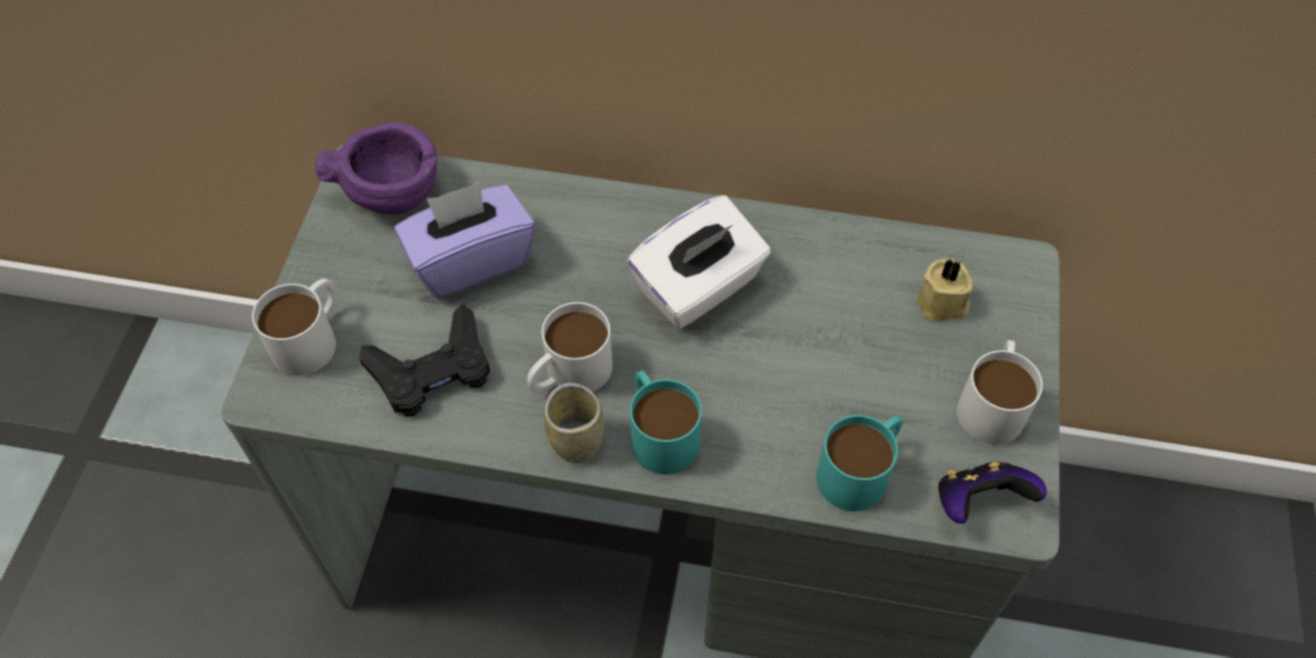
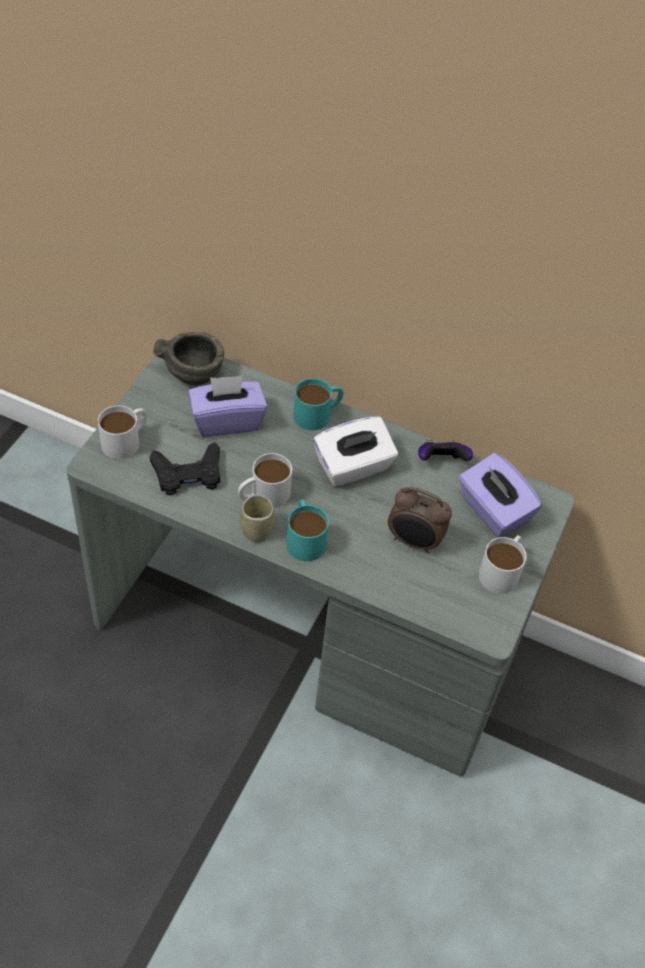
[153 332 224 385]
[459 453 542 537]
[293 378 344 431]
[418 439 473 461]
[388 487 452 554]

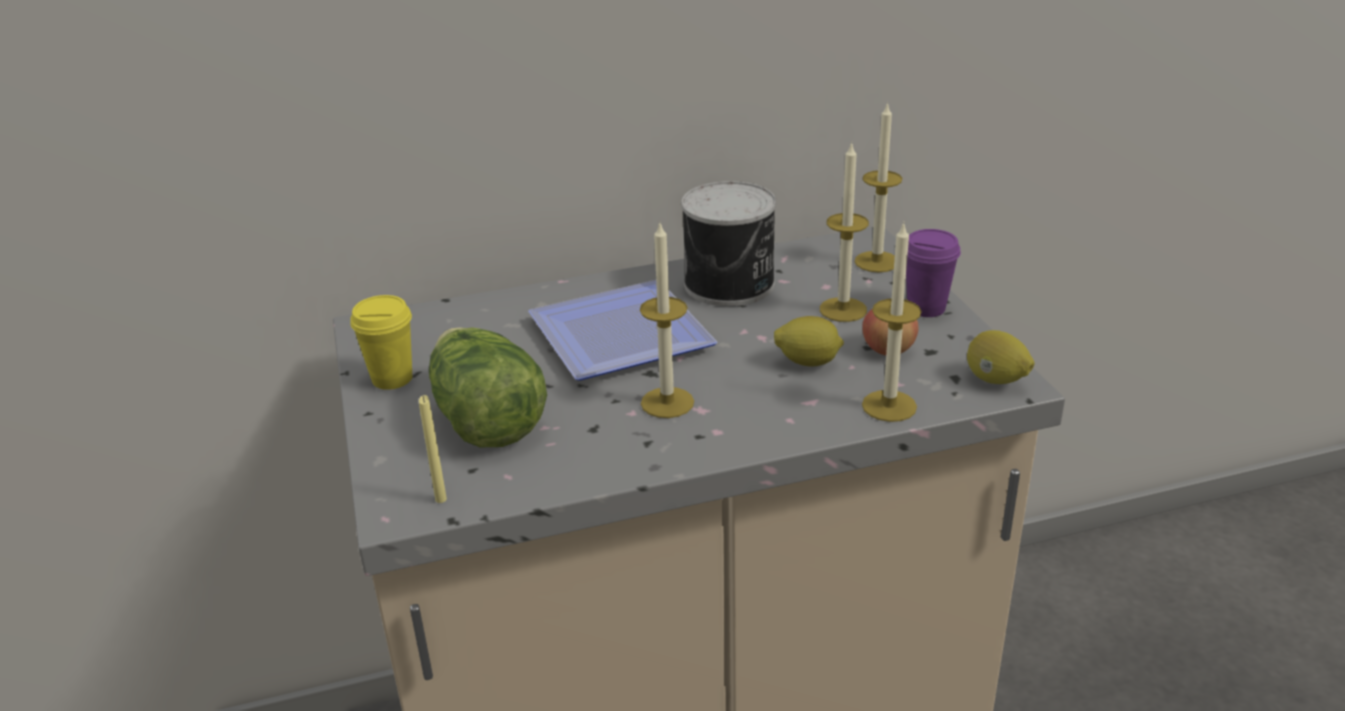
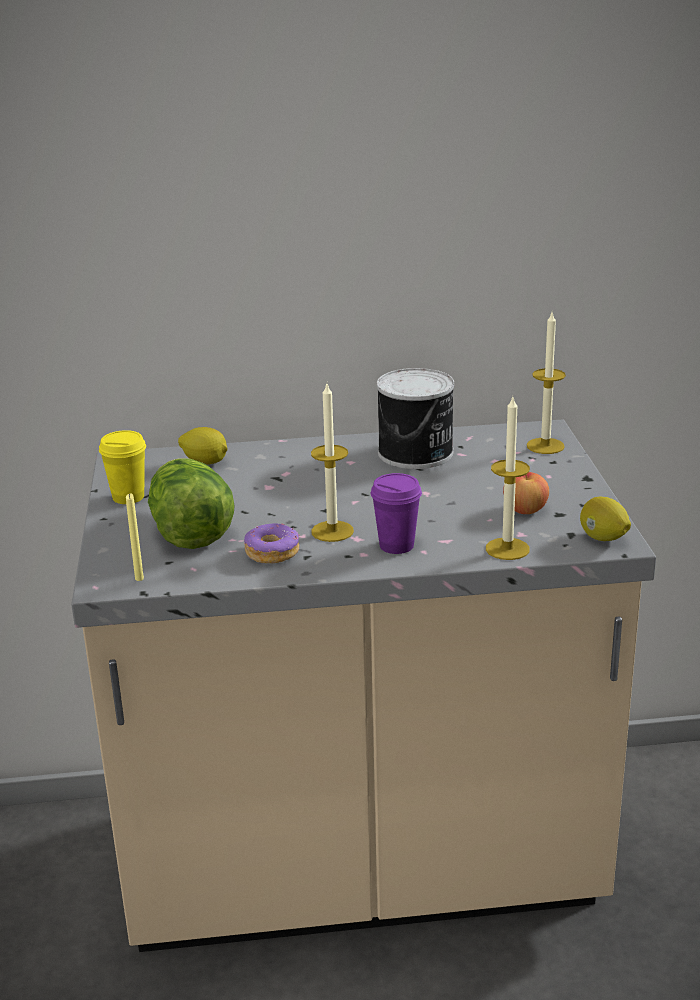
[820 142 869 322] (first image)
[371 473 422 554]
[528 280 717 381] (first image)
[178 427 228 465]
[244 523 300 563]

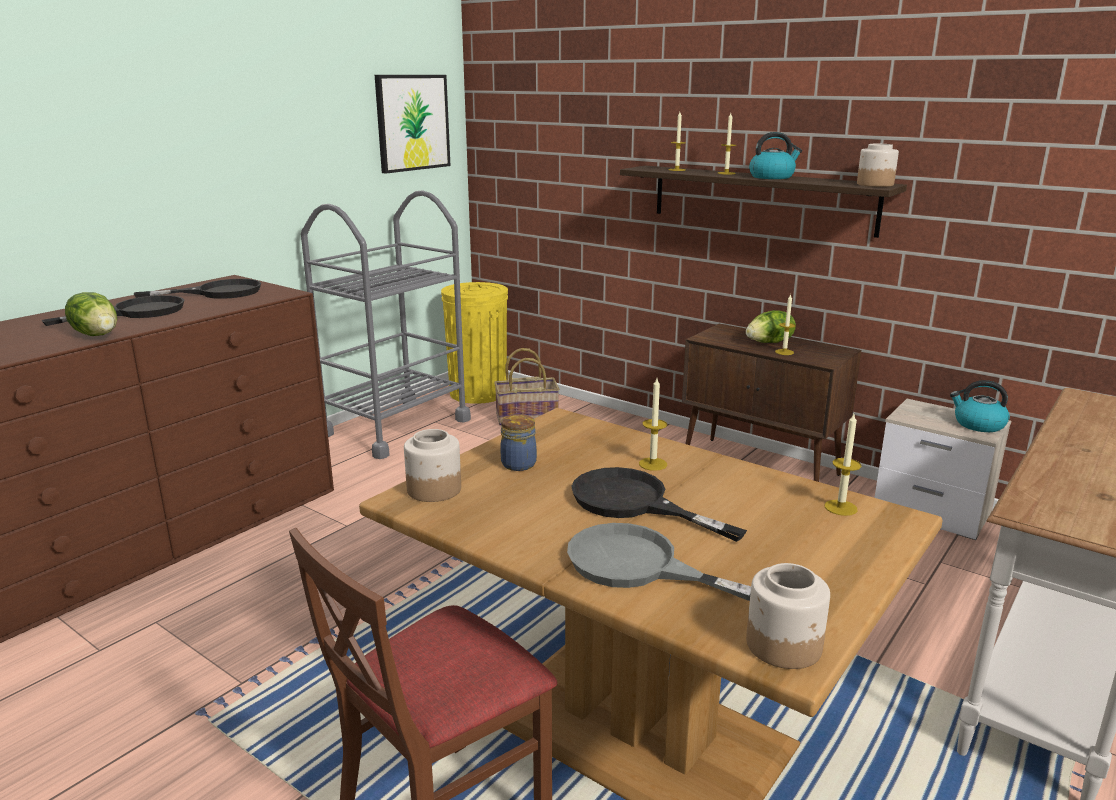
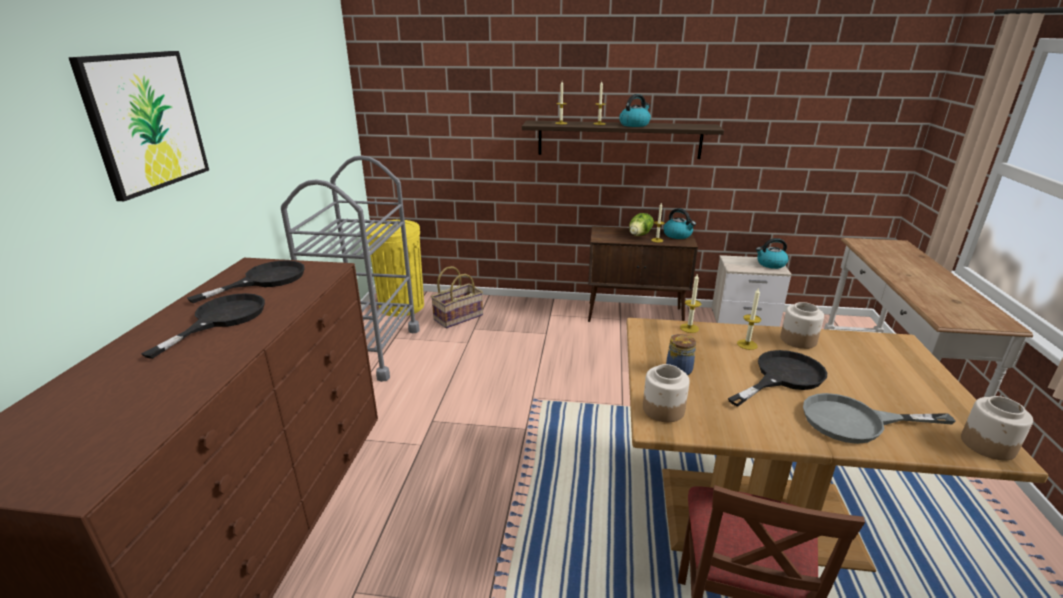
[68 51 209 201]
[780 302 824 349]
[65 292 117 336] (first image)
[680 274 701 333]
[728 350 827 407]
[664 208 696 239]

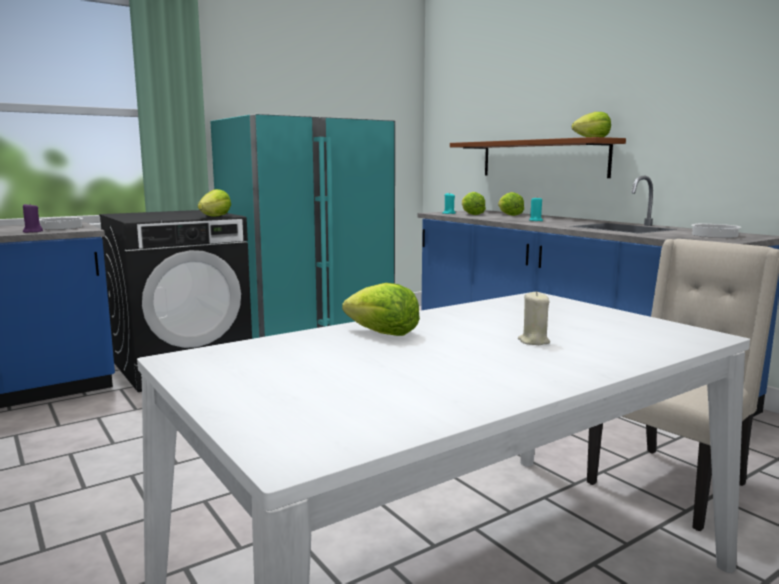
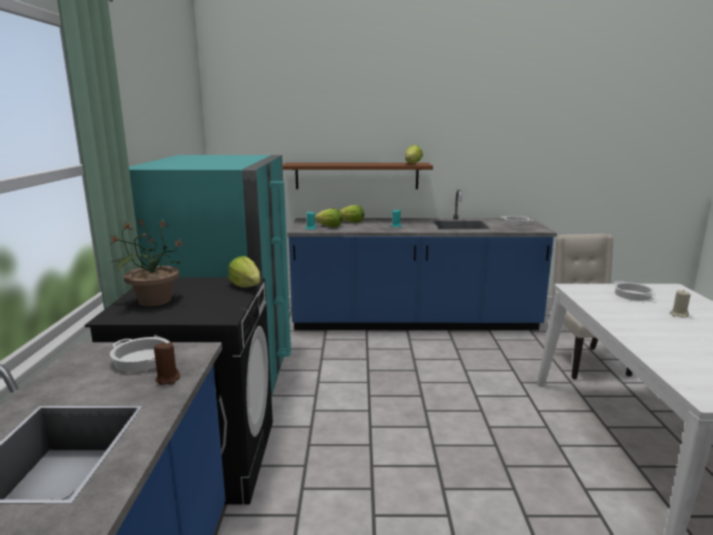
[154 342 180 385]
[342 283 420 336] (first image)
[110 218 184 306]
[614 281 656 301]

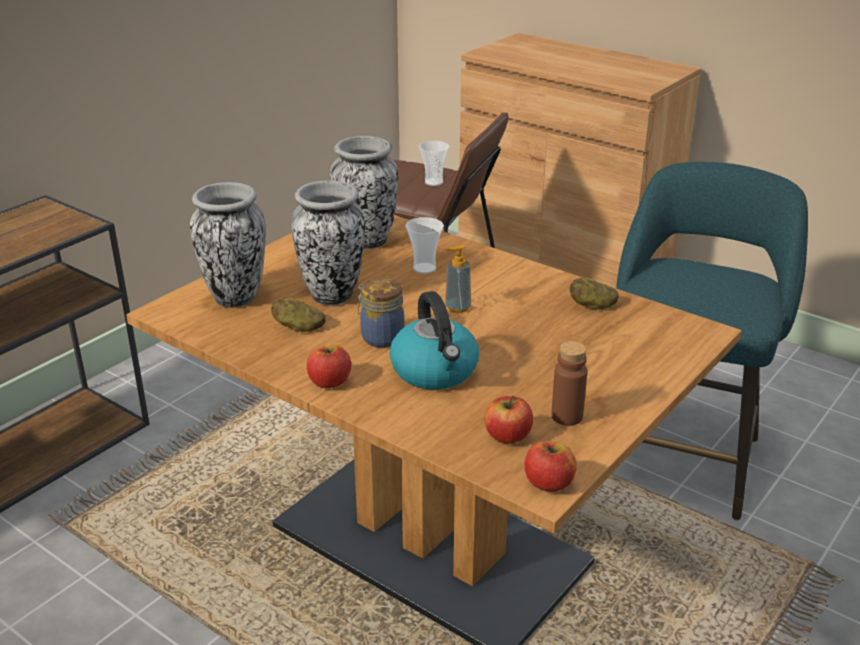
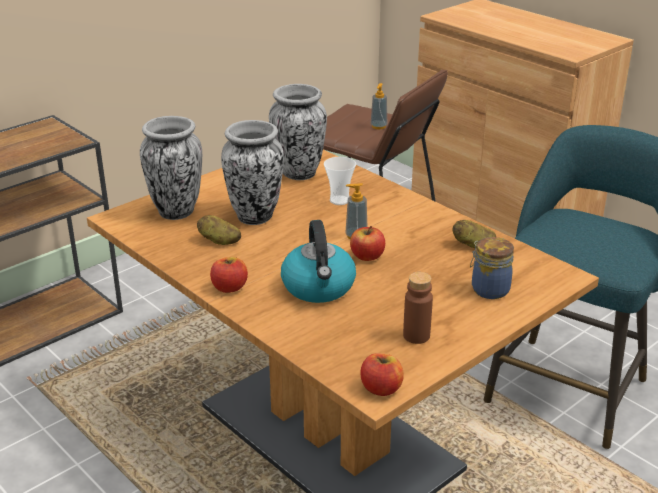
[370 83 387 129]
[470 237 514 299]
[350 226 385 261]

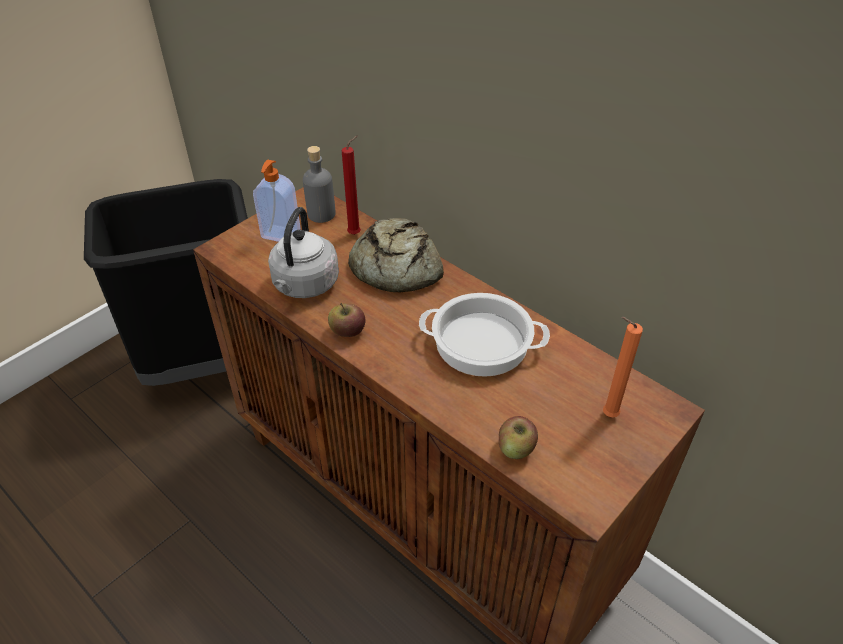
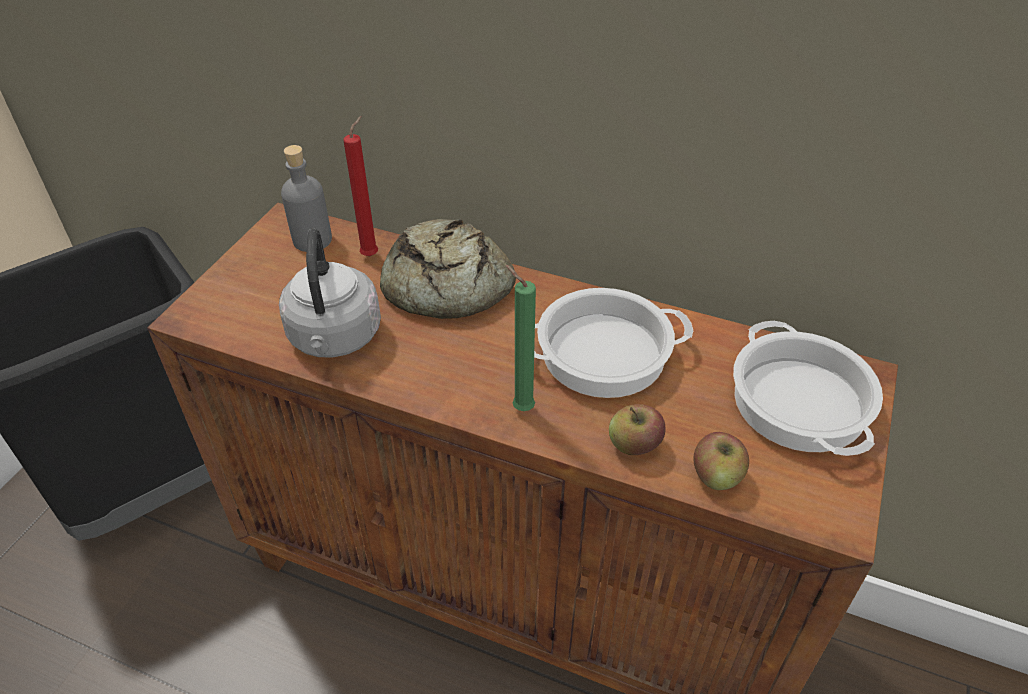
[253 160 301 242] (first image)
[609 404 665 455]
[733 321 883 456]
[505 265 536 411]

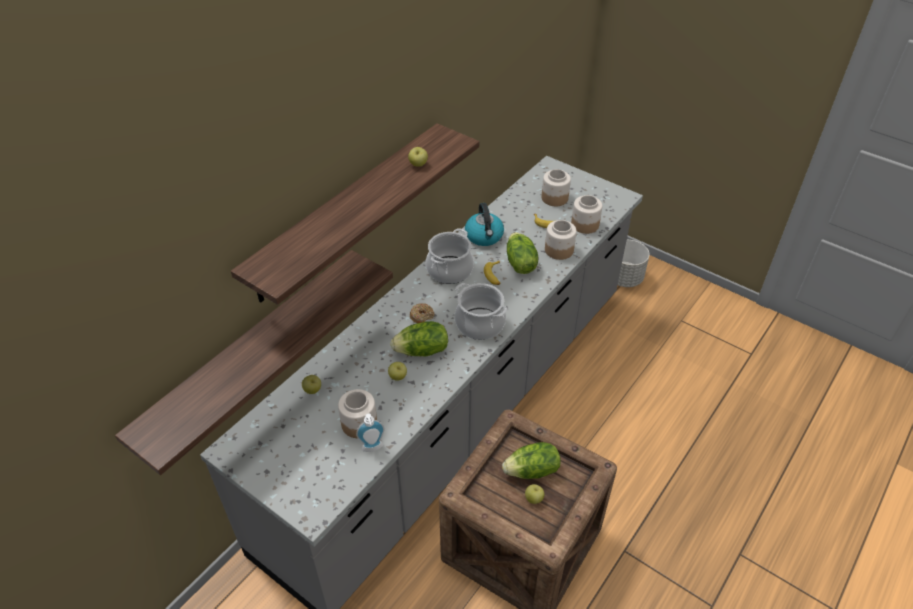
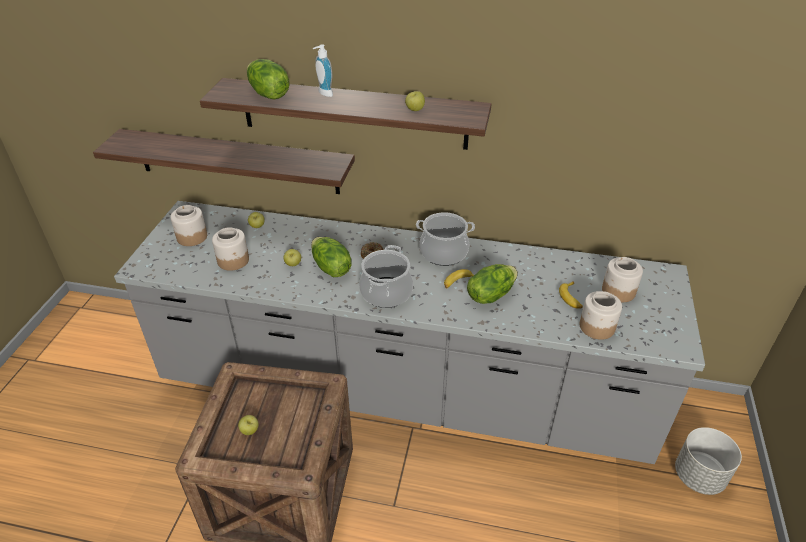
[465 203 504 246] (first image)
[170 205 207 246]
[313 44 333 97]
[247 59 290 100]

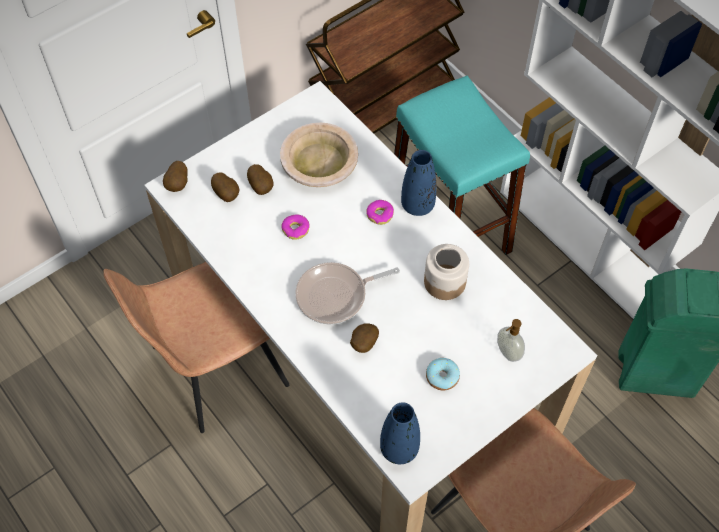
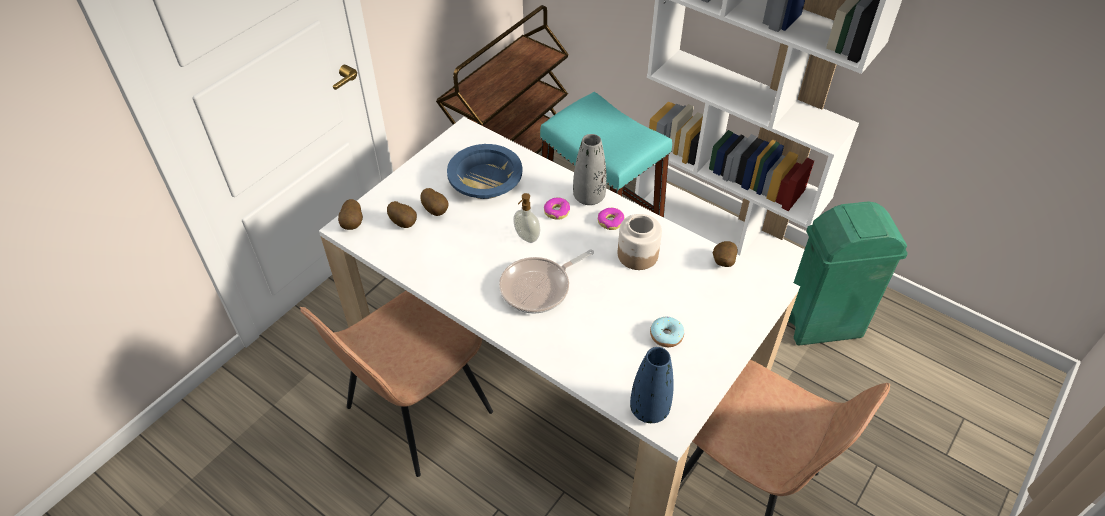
[447 144 523 199]
[573 134 607 205]
[598 208 624 230]
[513 193 540 243]
[713 241 738 267]

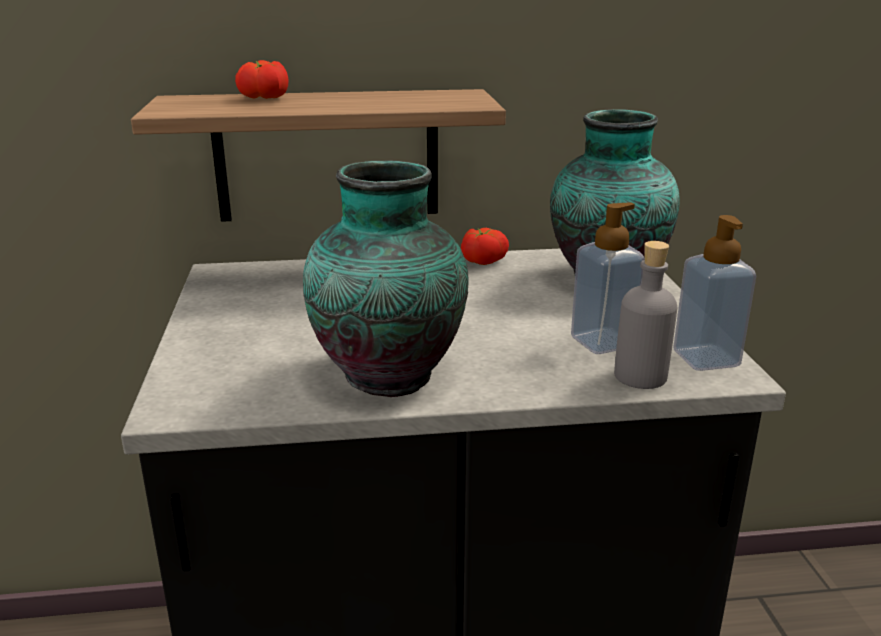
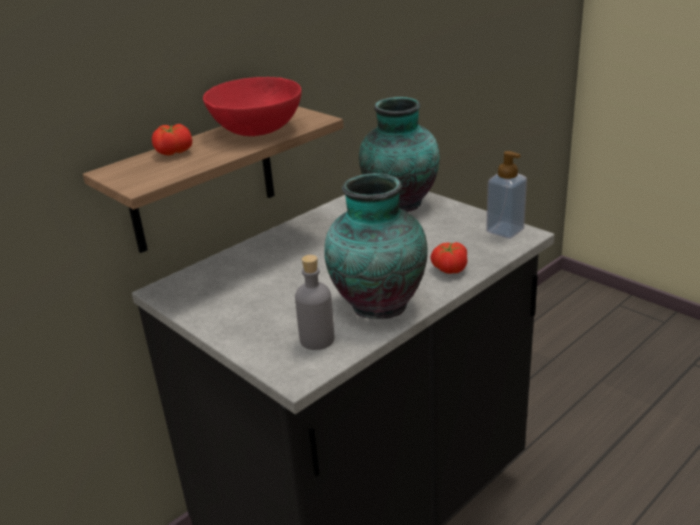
[571 202 645 354] (first image)
[430 242 468 274]
[295 255 335 350]
[203 77 302 136]

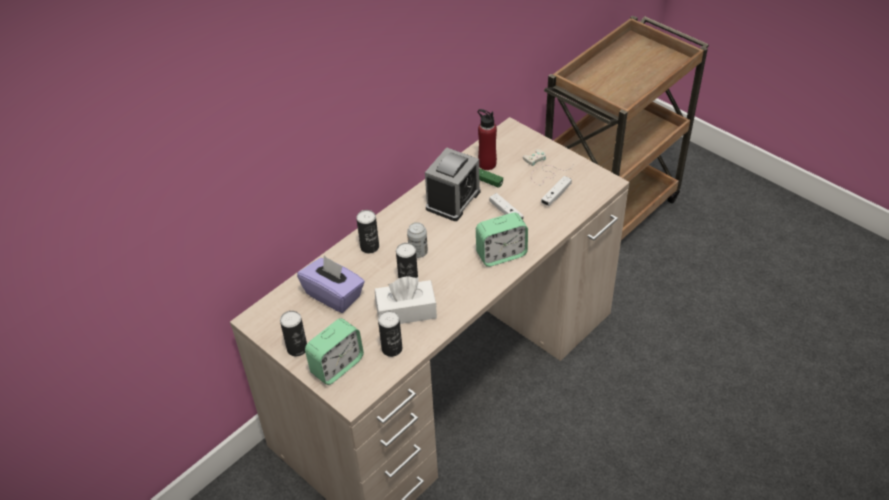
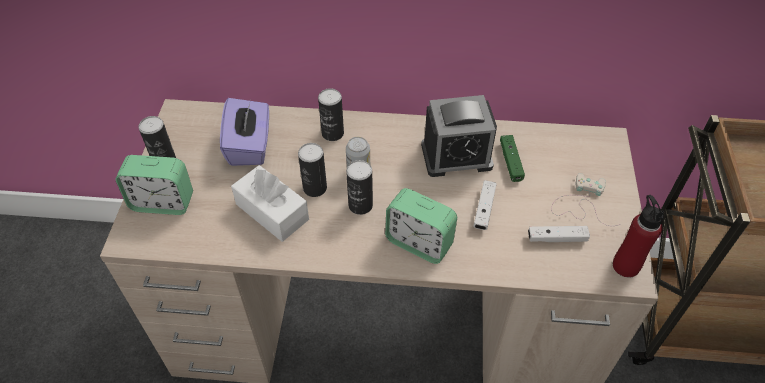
[613 195 664 278]
[346 160 373 215]

